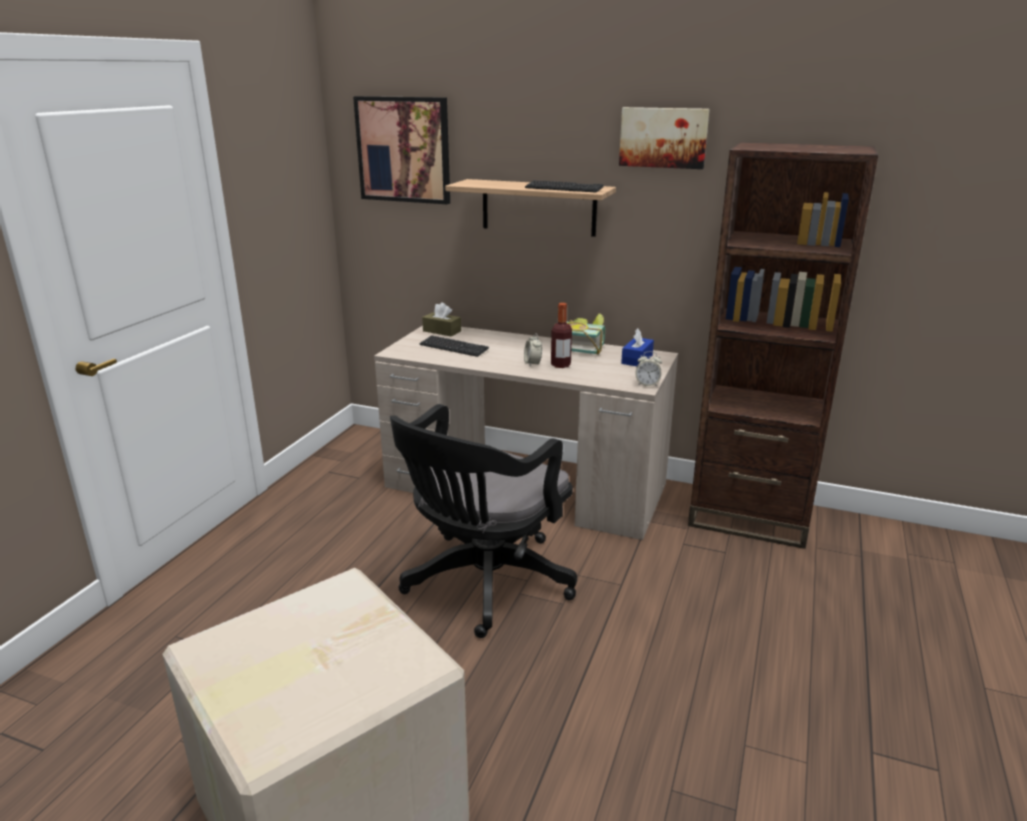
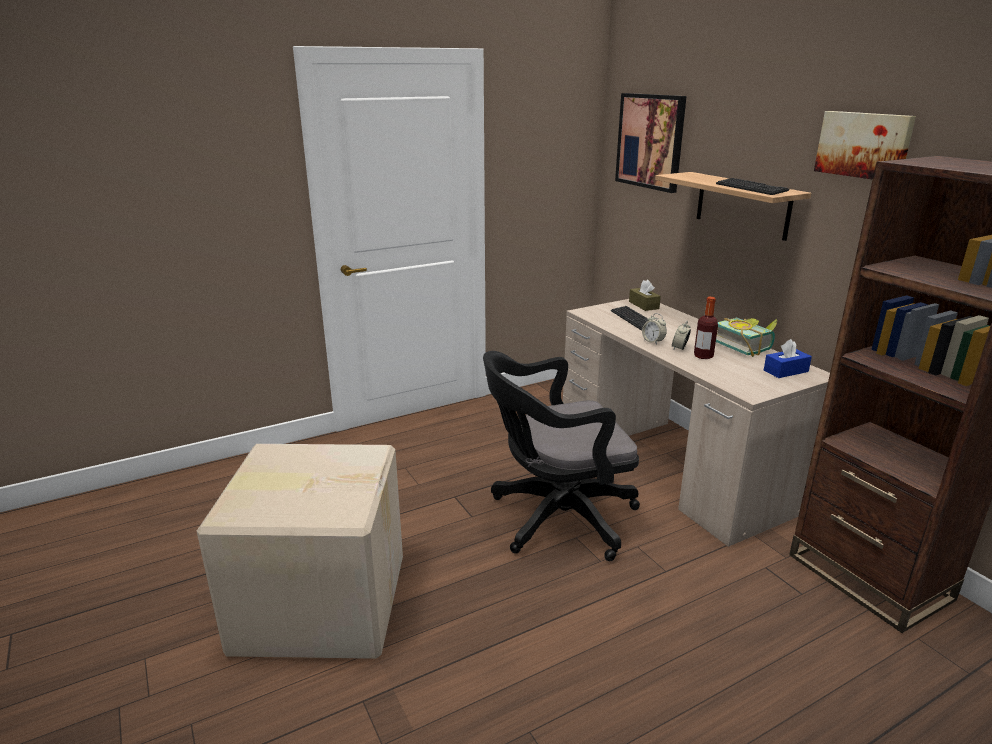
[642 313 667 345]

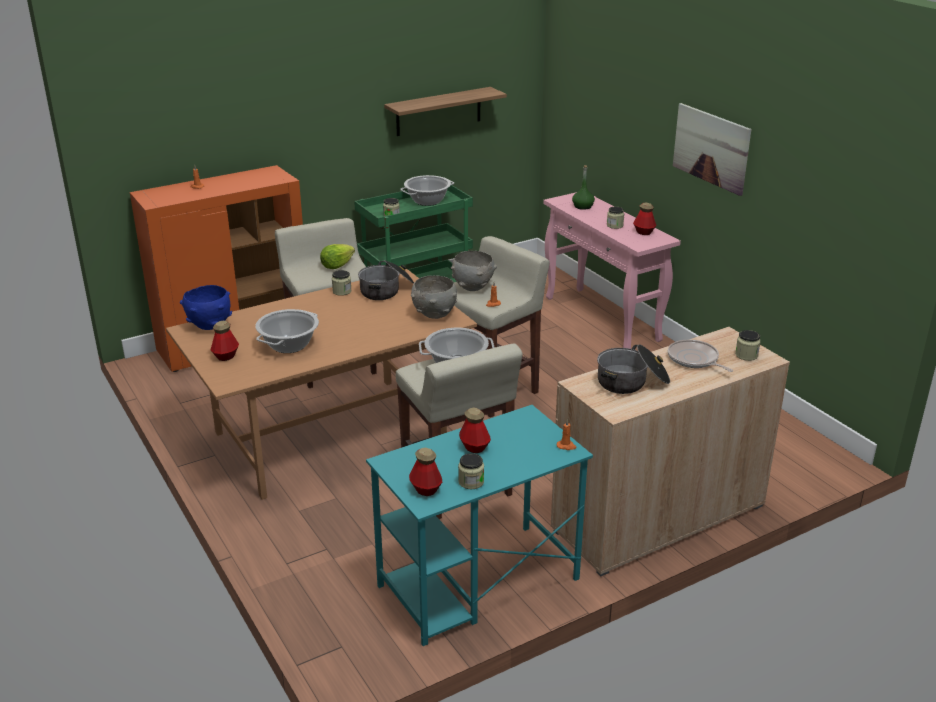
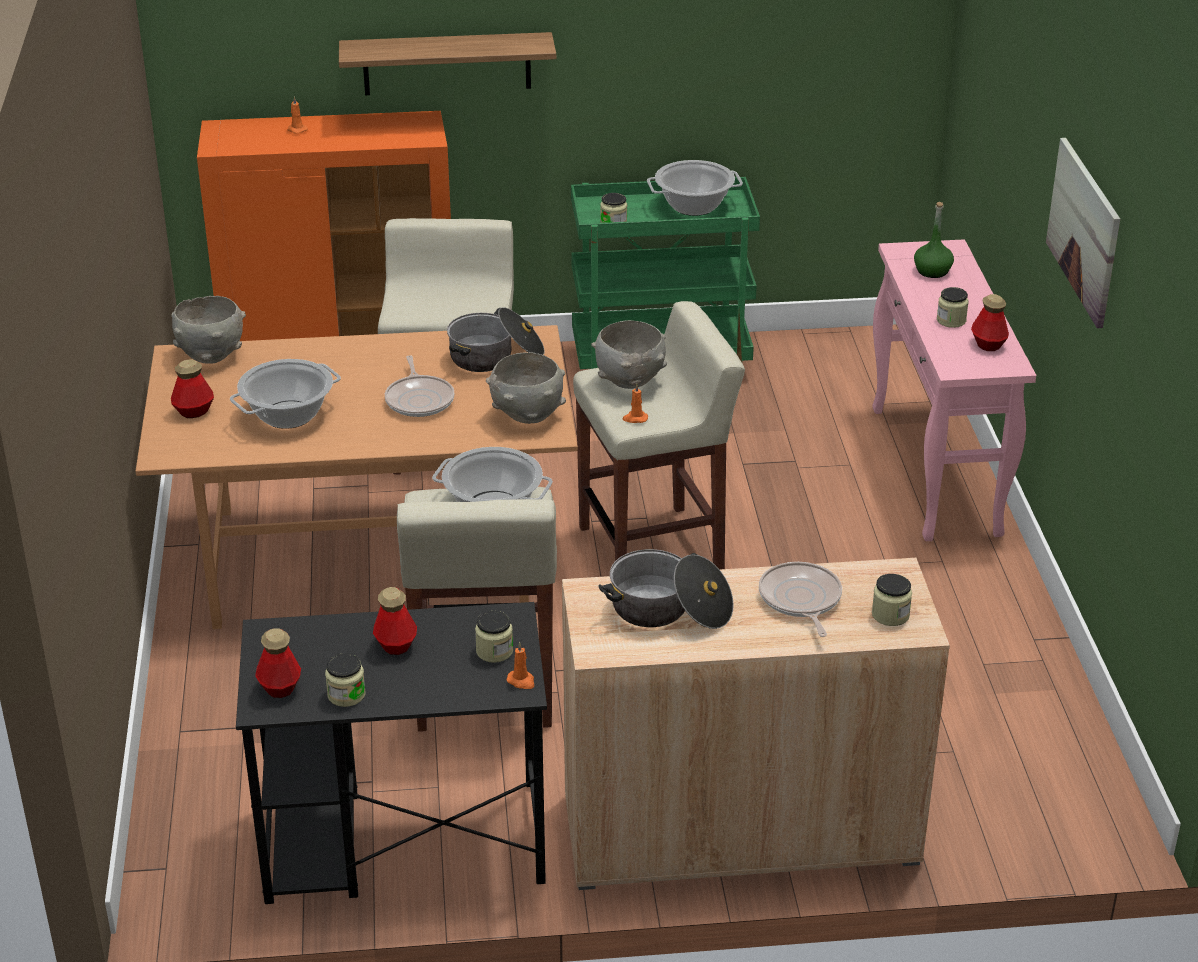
[339 32 556 95]
[320 244 355 269] (first image)
[475 611 513 663]
[171 296 246 364]
[236 602 547 904]
[385 355 455 417]

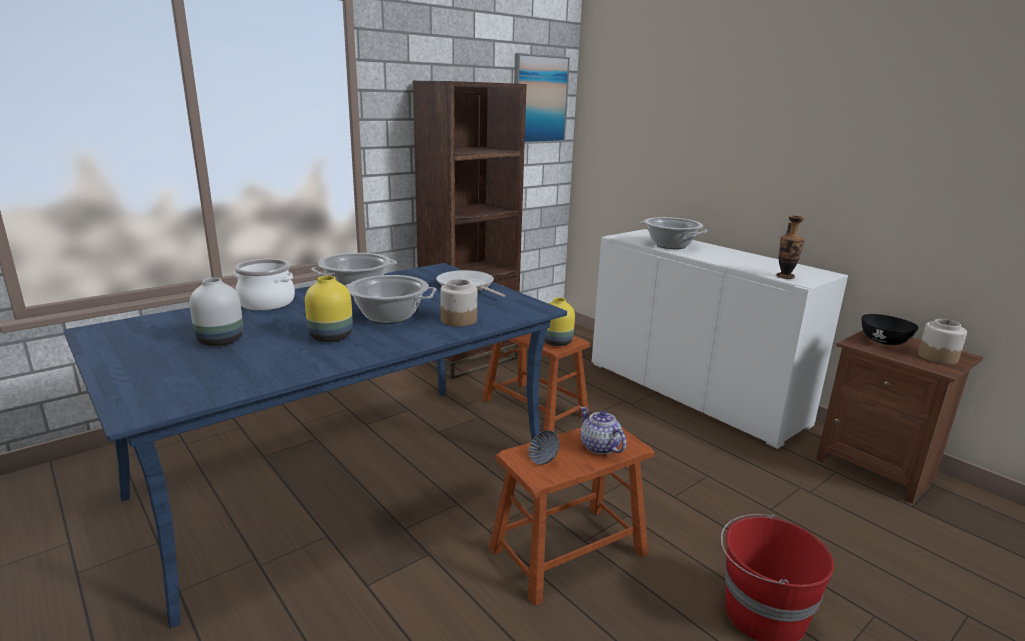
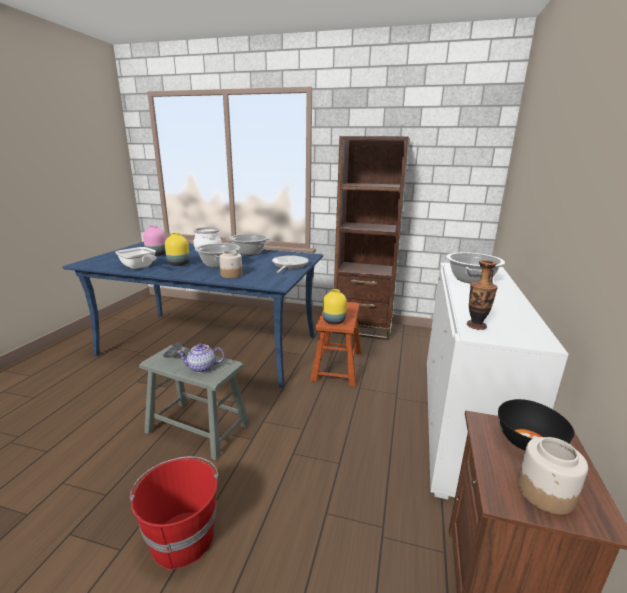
[514 53 570 144] (first image)
[143 226 166 256]
[177 344 225 373]
[139 345 250 460]
[115 247 157 269]

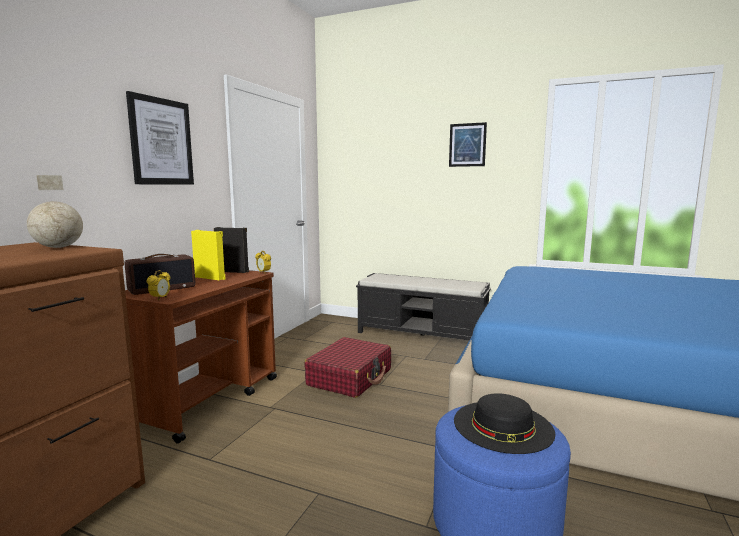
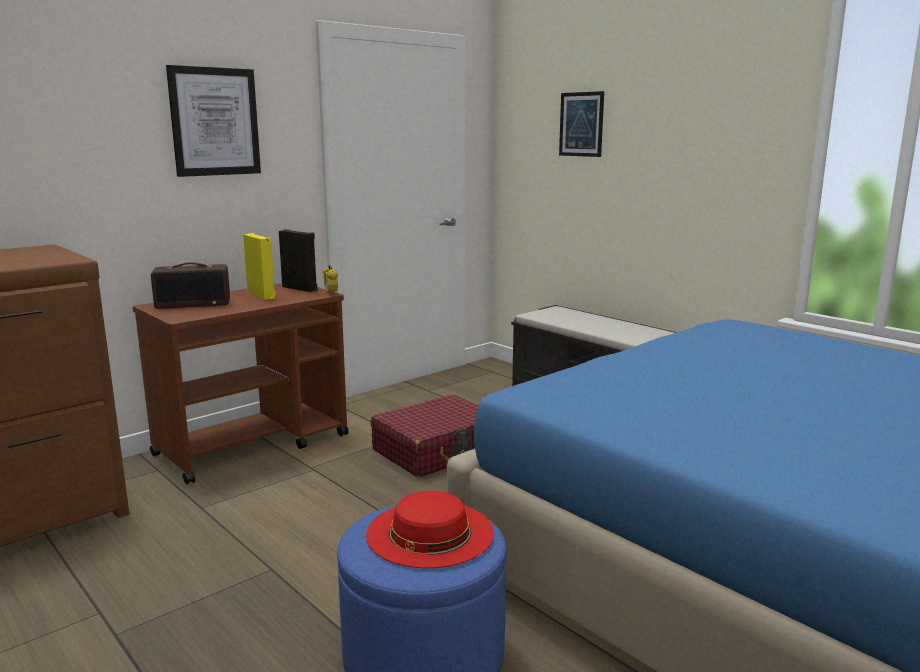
[559 91 604 157]
[27 175 83 248] (first image)
[147 270 170 300] (first image)
[366 491 494 568]

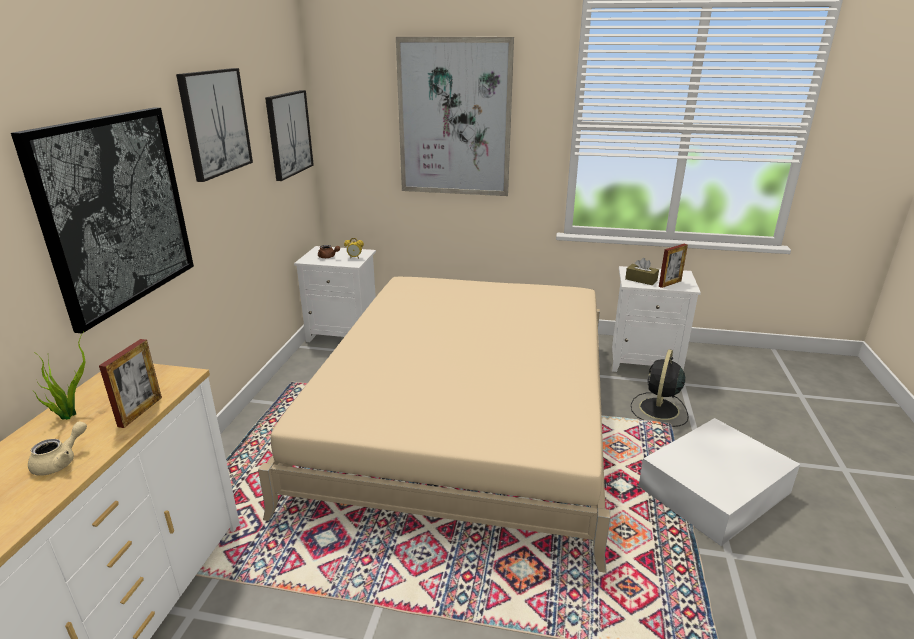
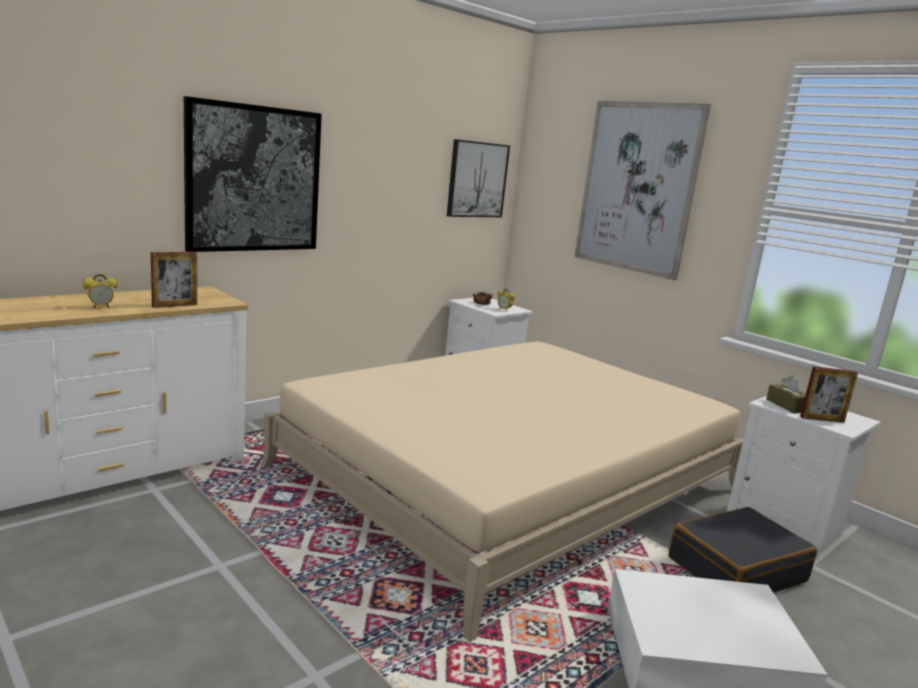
[176 68 253 182] (first image)
[35 330 86 420] (first image)
[669 507 817 593]
[82 274 118 308]

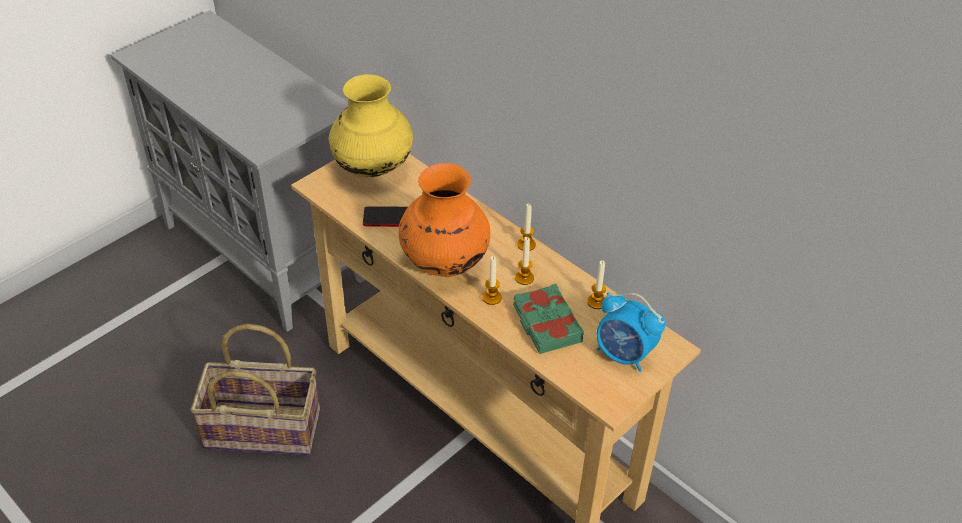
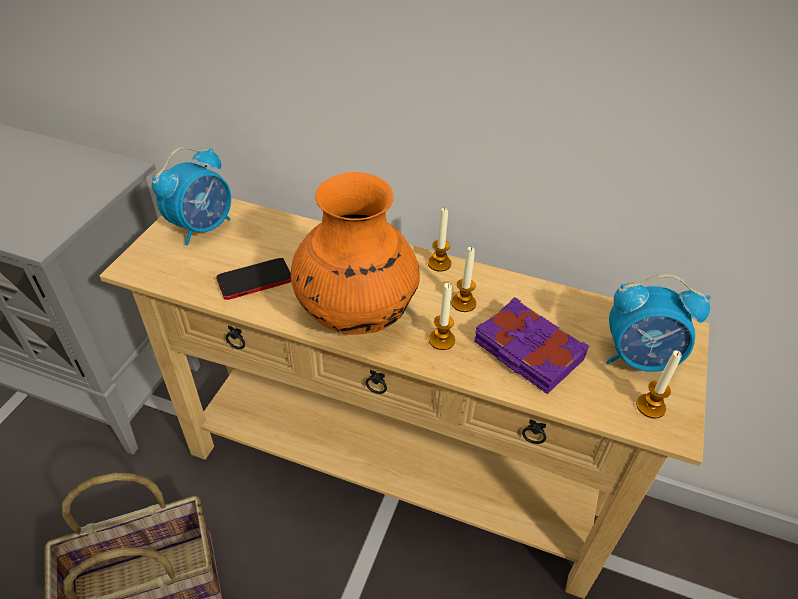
[152 147 231 246]
[636 350 682 419]
[474 297 589 394]

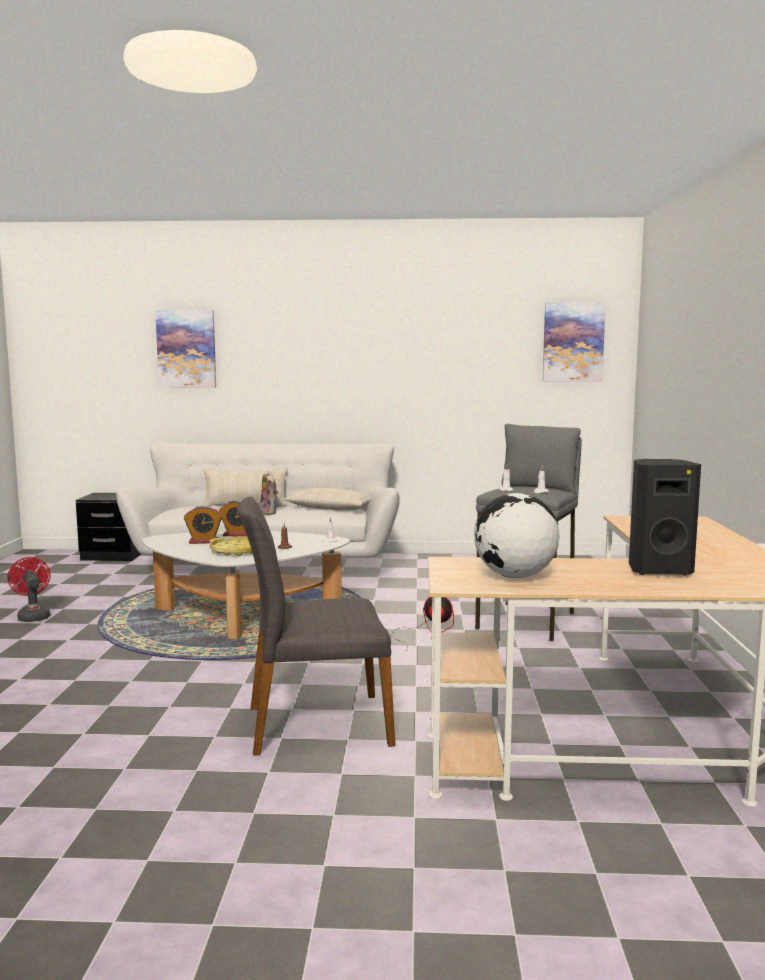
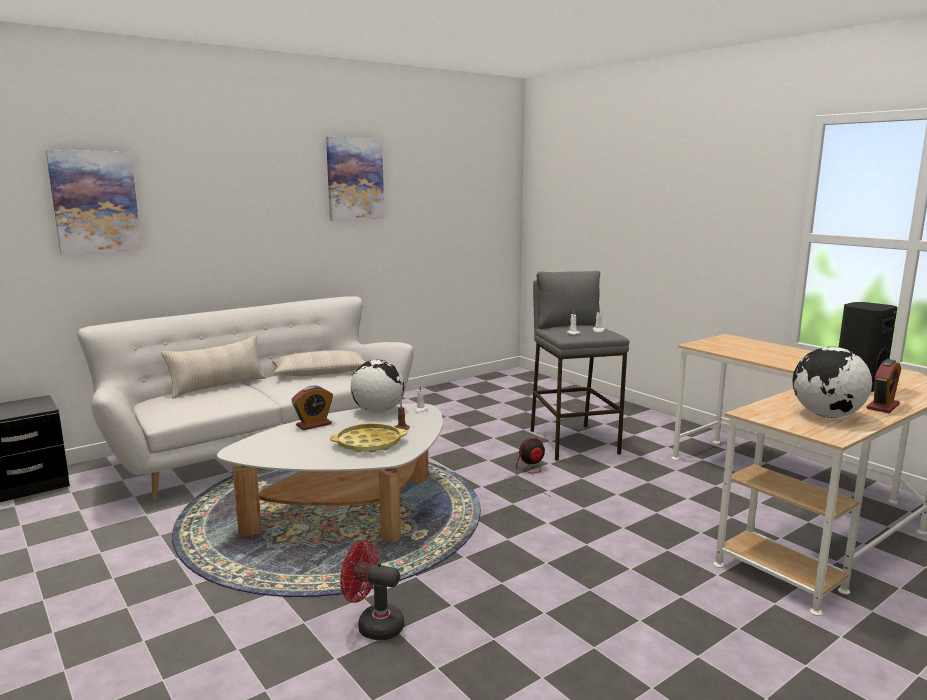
[326 137 384 221]
[260 470 278 515] (first image)
[237 497 395 756] (first image)
[867 359 901 413]
[340 540 404 640]
[351 360 404 413]

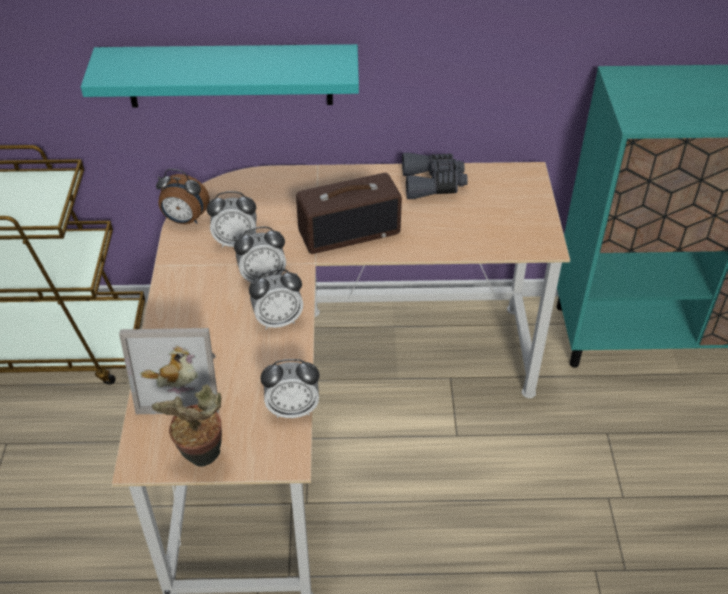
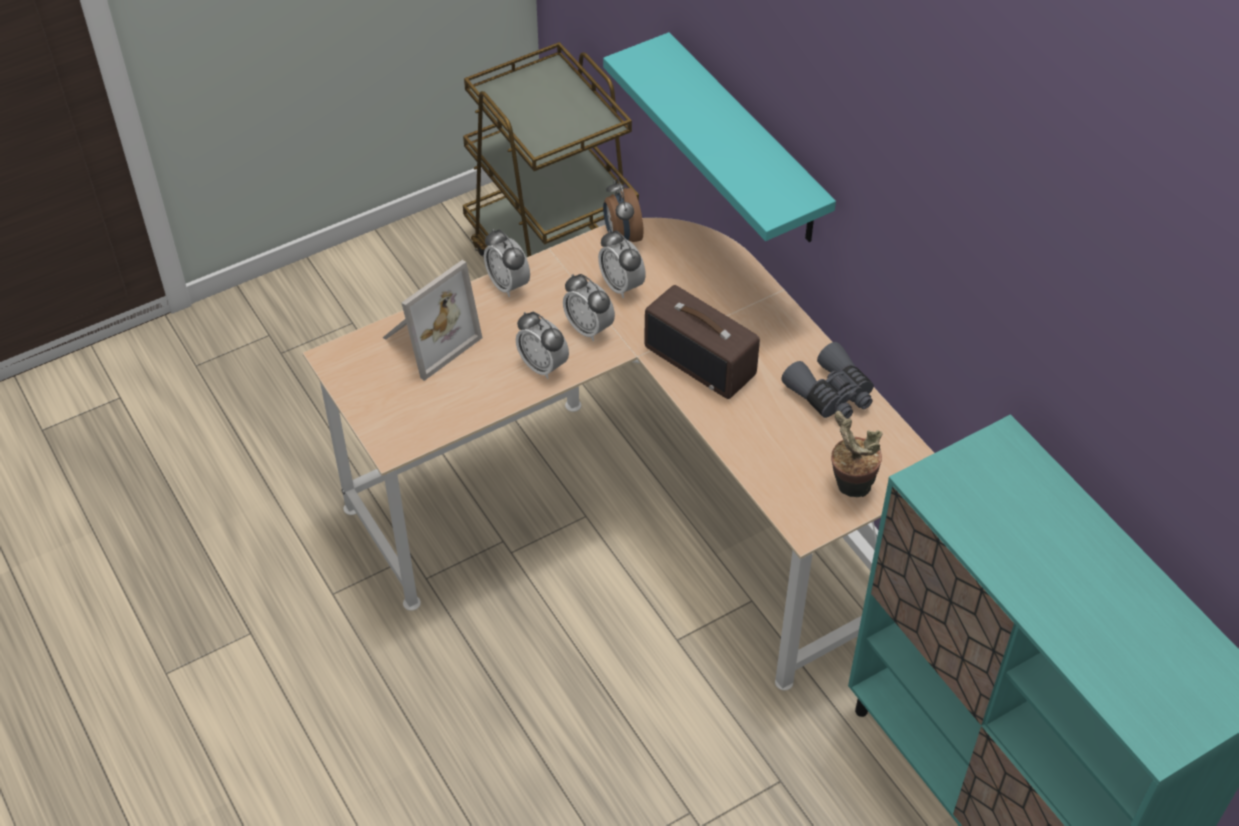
[383 260 482 381]
[484 229 530 297]
[831 411 883 497]

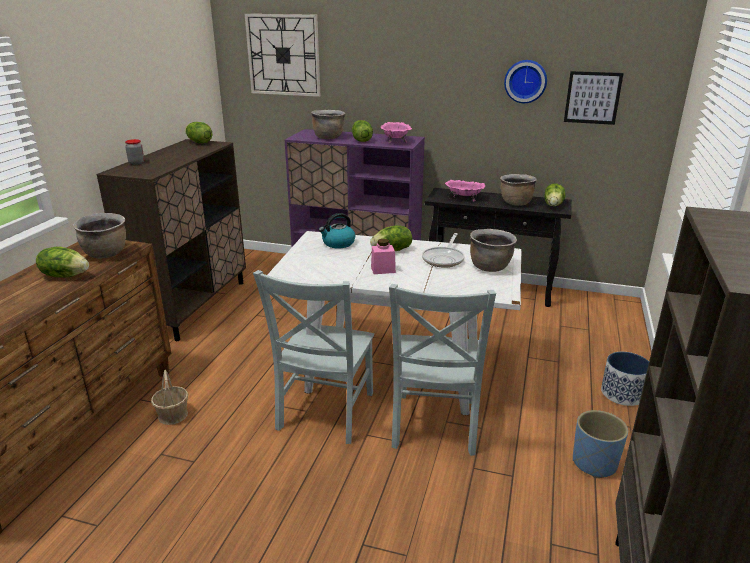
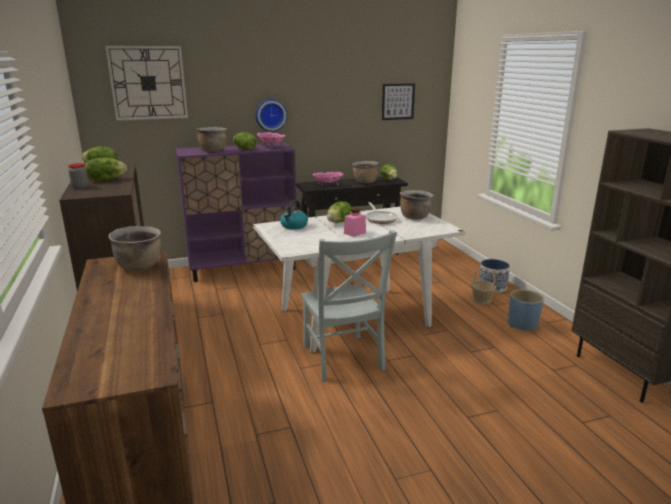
[256 99 287 132]
[84 157 127 181]
[389 284 496 456] (first image)
[471 267 496 304]

